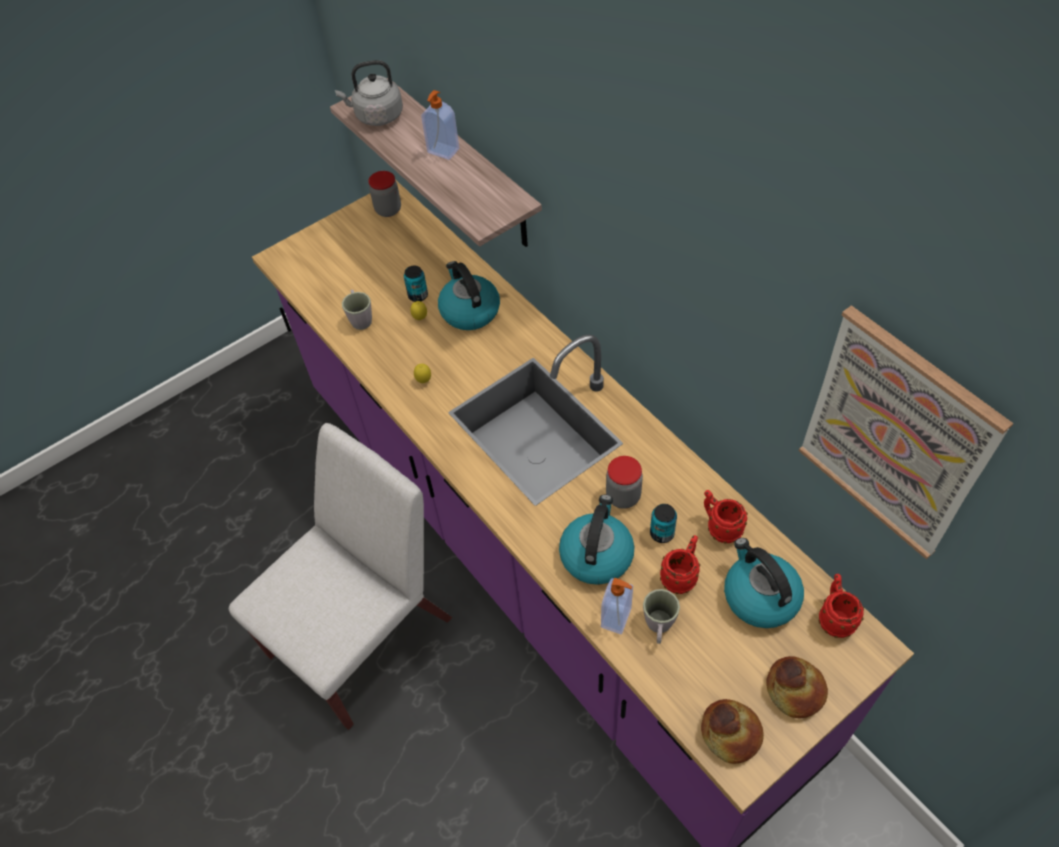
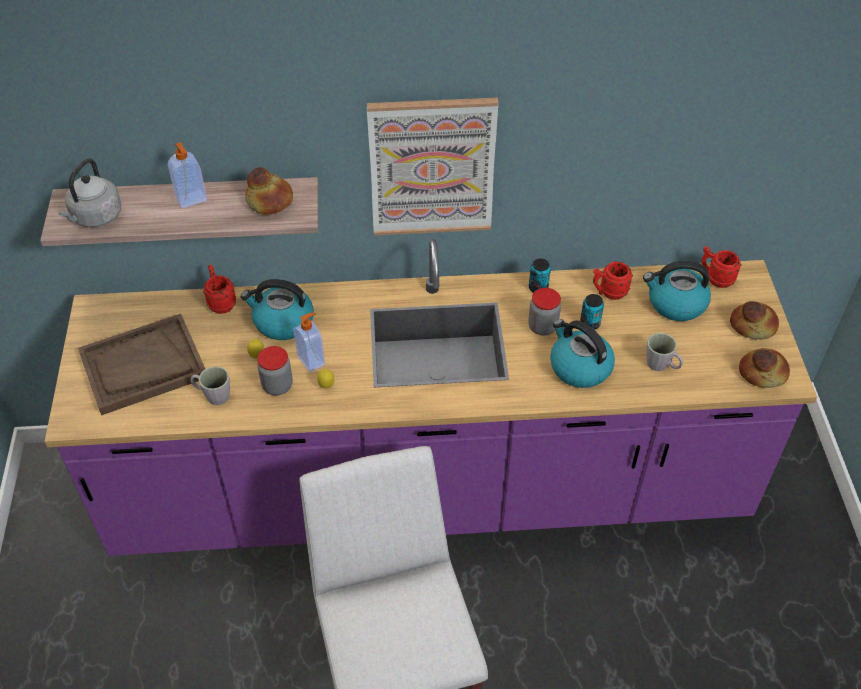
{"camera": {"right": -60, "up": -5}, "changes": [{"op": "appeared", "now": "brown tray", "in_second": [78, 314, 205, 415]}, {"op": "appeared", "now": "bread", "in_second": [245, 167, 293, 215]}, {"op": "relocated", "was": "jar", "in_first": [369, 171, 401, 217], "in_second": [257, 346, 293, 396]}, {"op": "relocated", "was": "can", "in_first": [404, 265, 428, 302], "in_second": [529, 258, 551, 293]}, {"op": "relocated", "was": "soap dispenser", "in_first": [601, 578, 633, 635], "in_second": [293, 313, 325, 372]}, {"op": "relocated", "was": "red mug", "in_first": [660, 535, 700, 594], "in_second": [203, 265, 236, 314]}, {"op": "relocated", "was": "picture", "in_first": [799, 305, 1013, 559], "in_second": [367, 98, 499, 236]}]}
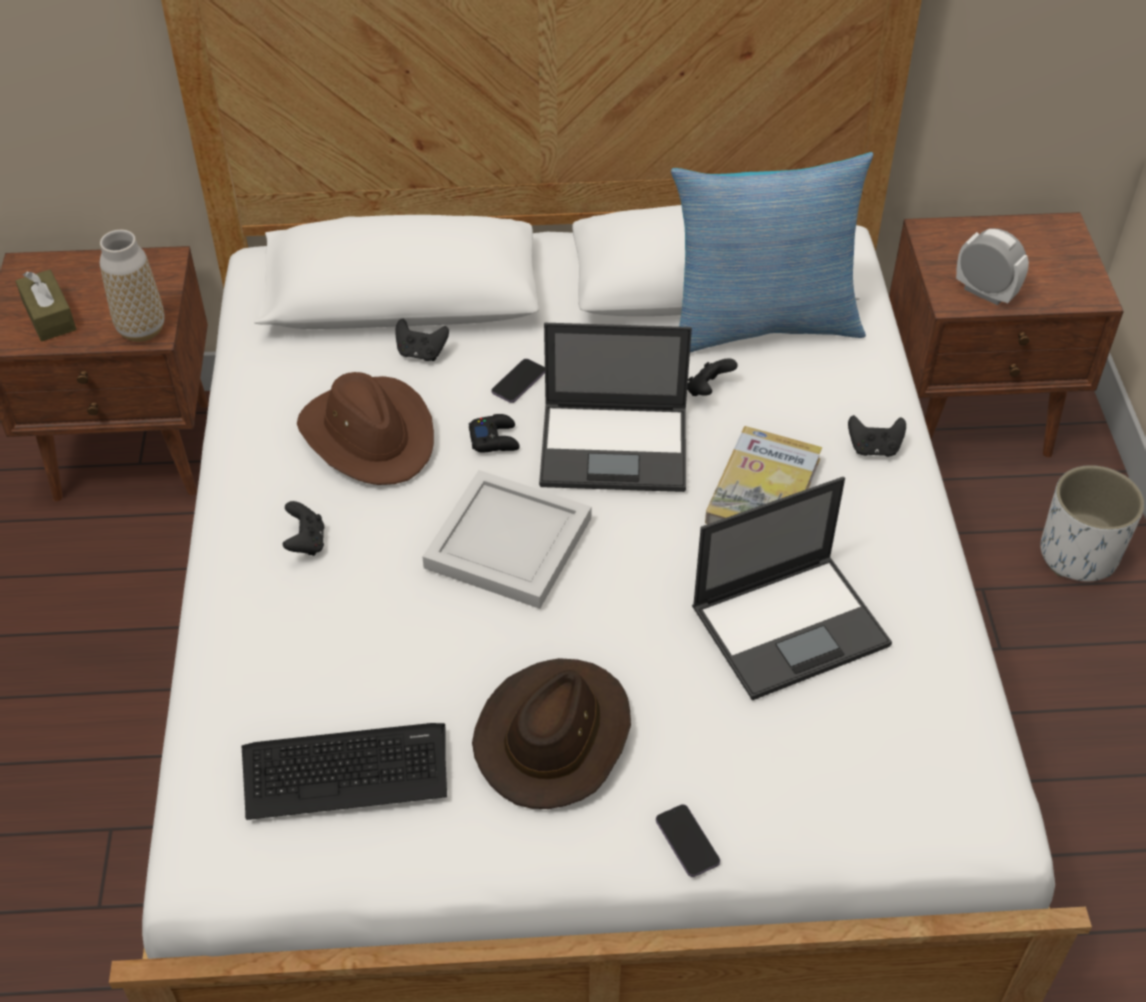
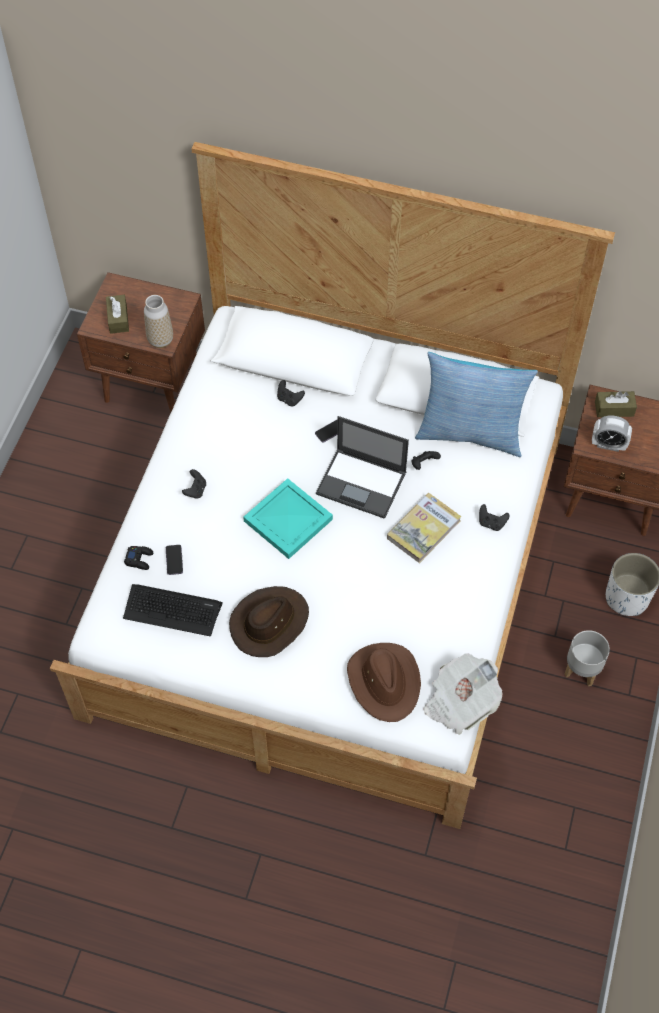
{"camera": {"right": 20, "up": 10}, "changes": [{"op": "missing", "was": "laptop", "in_first": [692, 477, 892, 701]}, {"op": "appeared", "now": "newspaper", "in_second": [423, 653, 503, 735]}, {"op": "appeared", "now": "grey planter", "in_second": [565, 630, 610, 687]}, {"op": "appeared", "now": "brown tissue box", "in_second": [595, 391, 637, 417]}, {"op": "relocated", "was": "brown hat", "in_first": [297, 372, 434, 485], "in_second": [347, 643, 421, 722]}, {"op": "relocated", "was": "black game controller", "in_first": [469, 414, 520, 452], "in_second": [124, 546, 153, 570]}, {"op": "relocated", "was": "phone", "in_first": [656, 804, 720, 877], "in_second": [166, 545, 183, 575]}, {"op": "colour", "was": "white tray", "now": "turquoise tray", "in_first": [422, 470, 591, 609], "in_second": [243, 478, 333, 559]}, {"op": "spun", "was": "alarm clock", "in_first": [956, 228, 1029, 305], "in_second": [592, 415, 632, 452], "clockwise": 135}]}
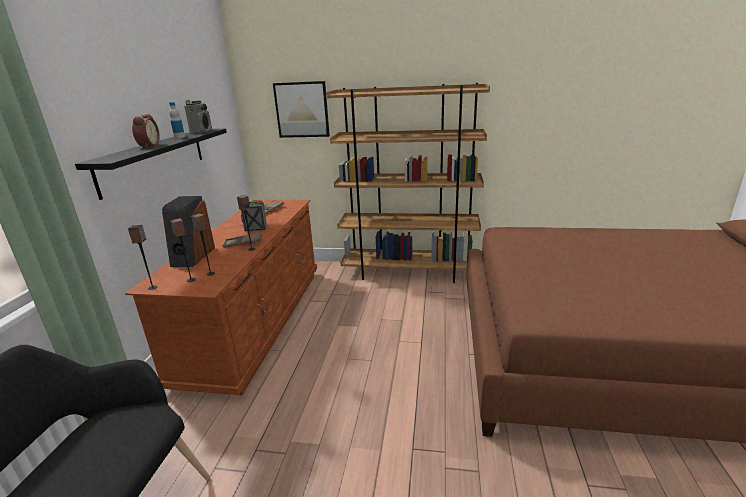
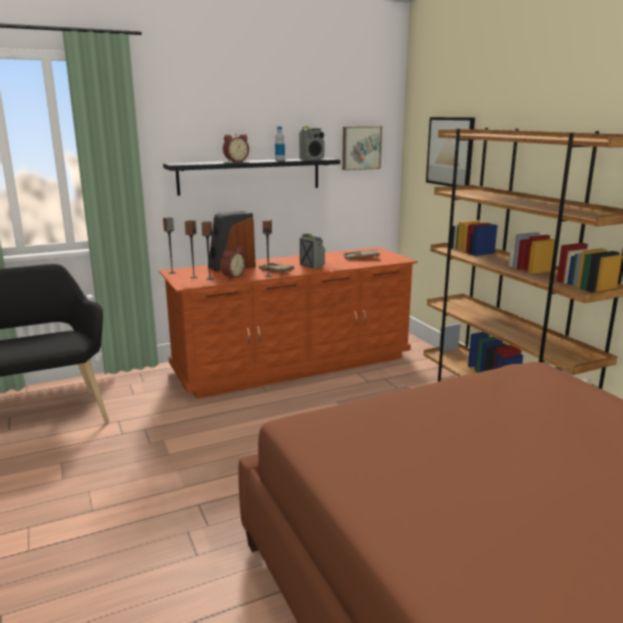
{"camera": {"right": 55, "up": -5}, "changes": [{"op": "appeared", "now": "alarm clock", "in_second": [220, 247, 246, 279]}, {"op": "appeared", "now": "picture", "in_second": [342, 126, 382, 170]}]}
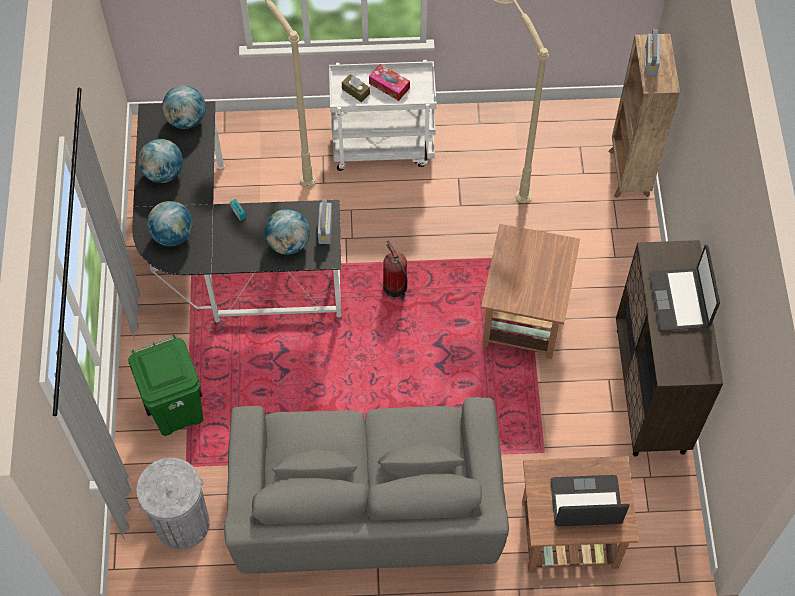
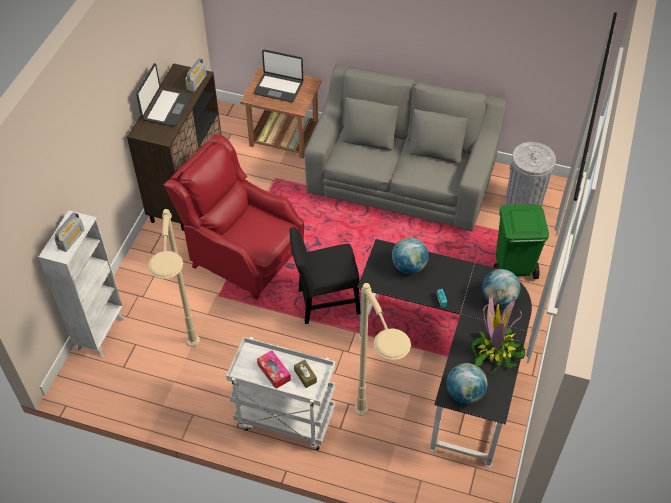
{"camera": {"right": -160, "up": -10}, "changes": [{"op": "relocated", "was": "radio", "in_first": [318, 199, 332, 244], "in_second": [185, 58, 206, 92]}, {"op": "exchanged", "was": "globe", "now": "potted plant", "in_first": [138, 139, 183, 183], "in_second": [471, 294, 525, 374]}, {"op": "exchanged", "was": "fire extinguisher", "now": "black chair", "in_first": [383, 240, 407, 299], "in_second": [289, 227, 360, 324]}, {"op": "exchanged", "was": "brown side table", "now": "red armchair", "in_first": [481, 224, 580, 359], "in_second": [163, 134, 304, 300]}, {"op": "colour", "was": "brown bookcase", "now": "white bookcase", "in_first": [608, 34, 680, 198], "in_second": [39, 210, 124, 357]}]}
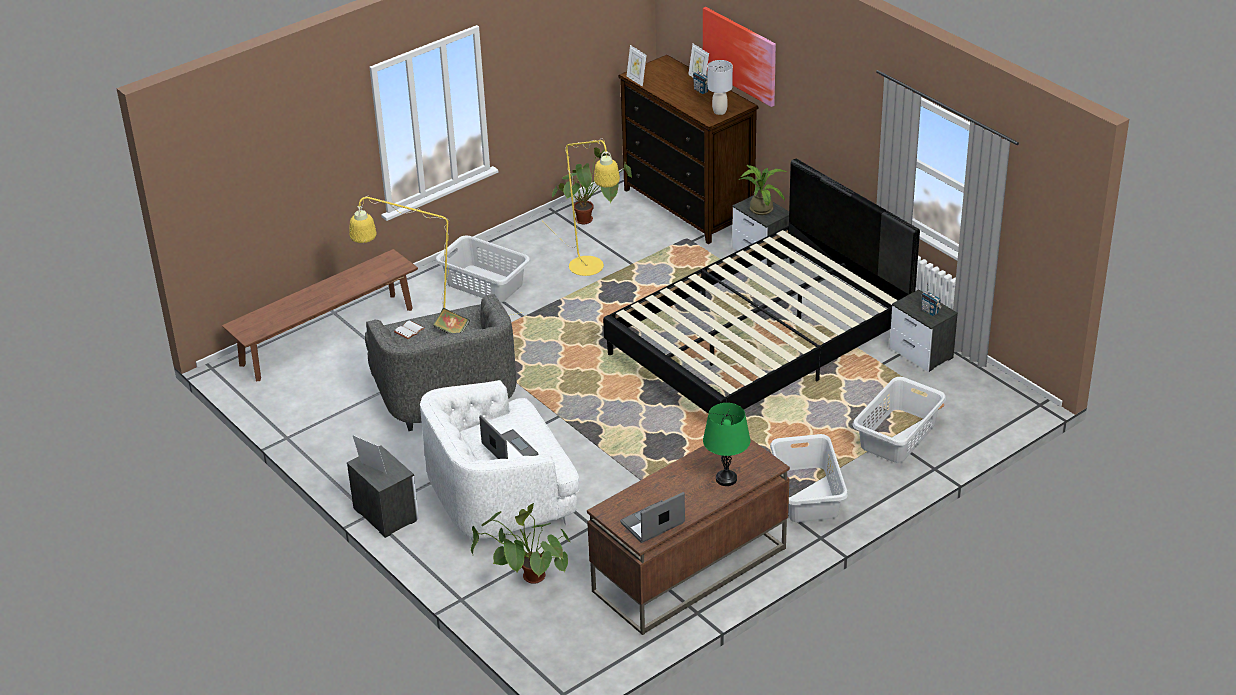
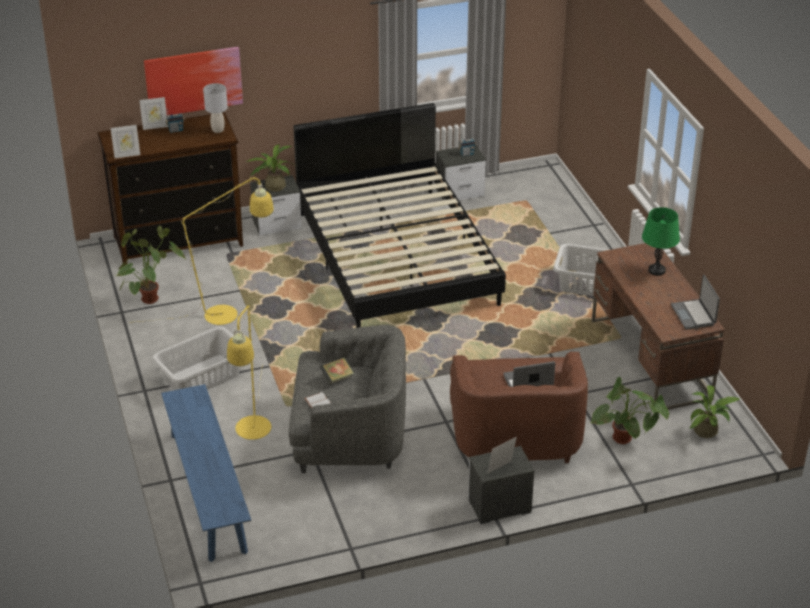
{"camera": {"right": -70, "up": 0}, "changes": [{"op": "missing", "was": "grey laundry basket", "in_first": [853, 377, 946, 463]}, {"op": "appeared", "now": "potted plant", "in_second": [689, 385, 741, 438]}, {"op": "colour", "was": "brown bench", "now": "blue bench", "in_first": [222, 249, 418, 381], "in_second": [161, 384, 251, 562]}, {"op": "colour", "was": "white armchair", "now": "brown armchair", "in_first": [420, 380, 579, 546], "in_second": [450, 351, 588, 463]}]}
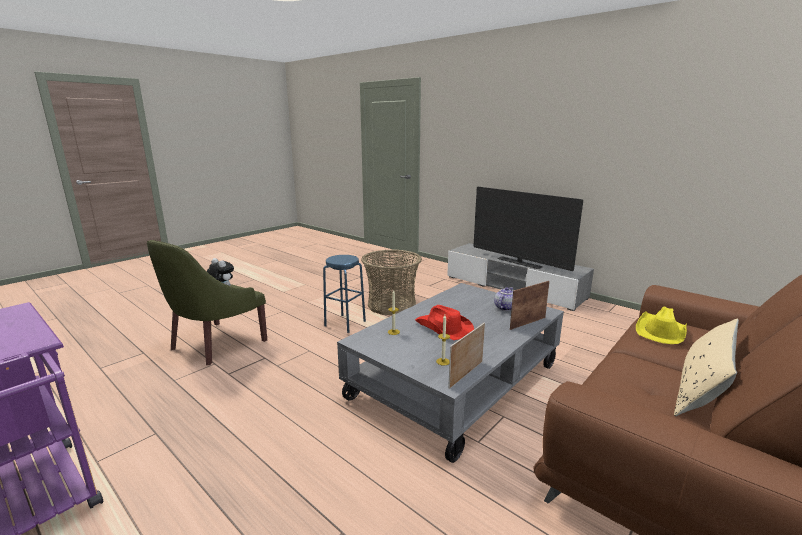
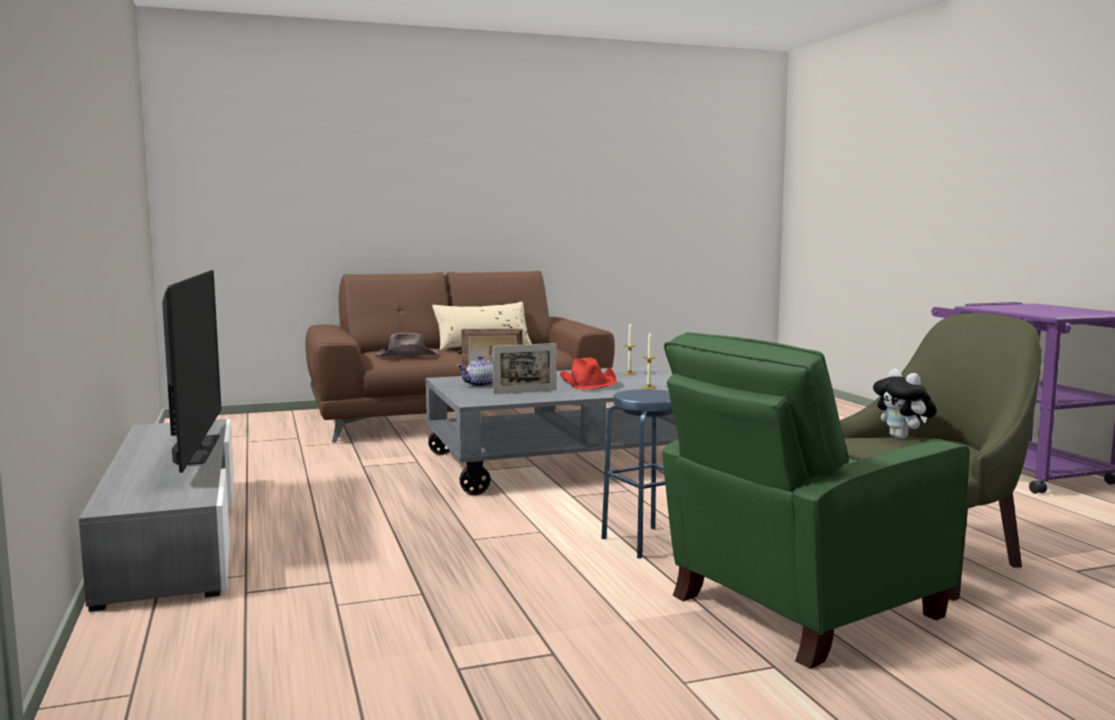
{"camera": {"right": -150, "up": -10}, "changes": [{"op": "missing", "was": "basket", "in_first": [361, 250, 422, 315]}, {"op": "appeared", "now": "green armchair", "in_second": [662, 332, 970, 669]}, {"op": "relocated", "was": "picture frame", "in_first": [448, 323, 485, 389], "in_second": [493, 343, 556, 394]}, {"op": "colour", "was": "yellow hat", "now": "brown hat", "in_first": [636, 307, 687, 344], "in_second": [373, 333, 439, 357]}]}
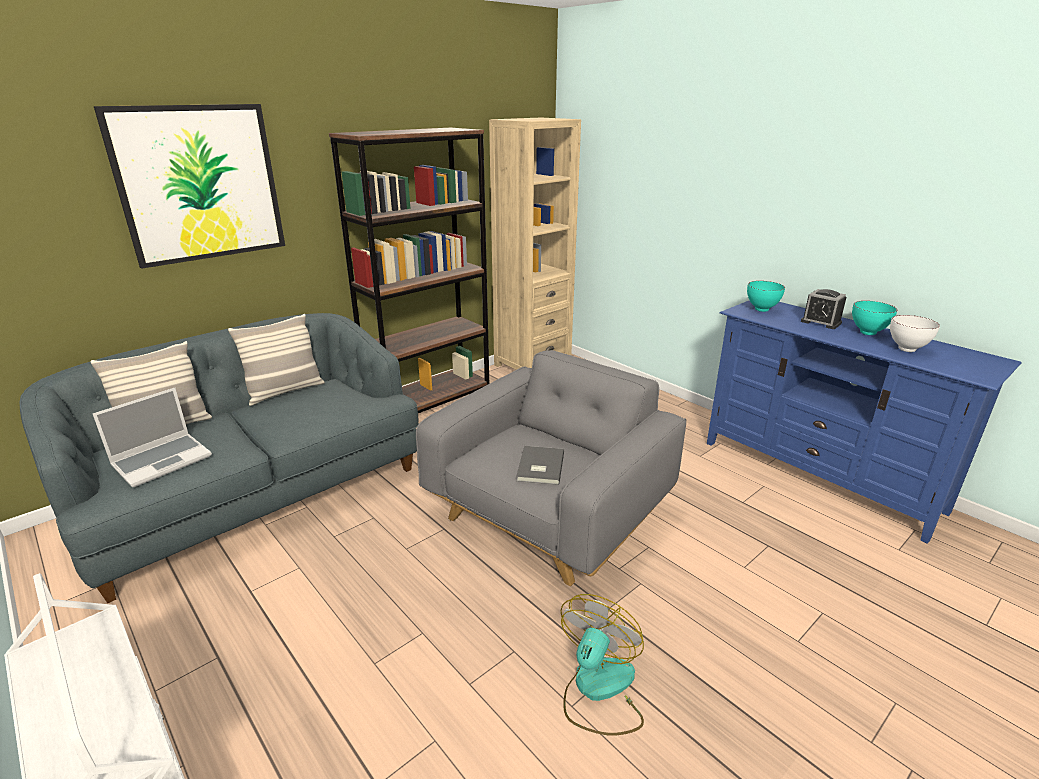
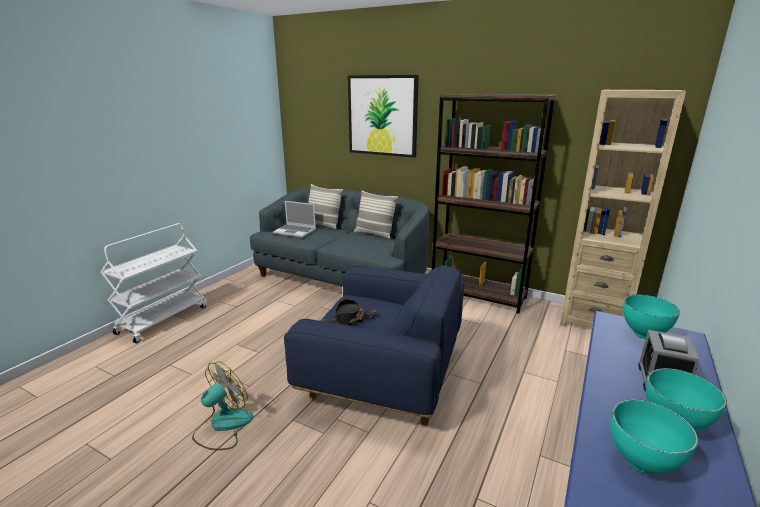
{"camera": {"right": 70, "up": -5}, "changes": [{"op": "exchanged", "was": "grey book", "now": "black hat", "in_first": [516, 446, 564, 485], "in_second": [322, 299, 377, 325]}, {"op": "colour", "was": "grey armchair", "now": "blue armchair", "in_first": [416, 350, 686, 586], "in_second": [284, 265, 464, 426]}, {"op": "colour", "was": "white bowl", "now": "turquoise bowl", "in_first": [890, 315, 940, 352], "in_second": [610, 399, 698, 474]}, {"op": "spun", "was": "fan", "in_first": [560, 594, 644, 736], "in_second": [192, 361, 253, 450], "clockwise": -60}]}
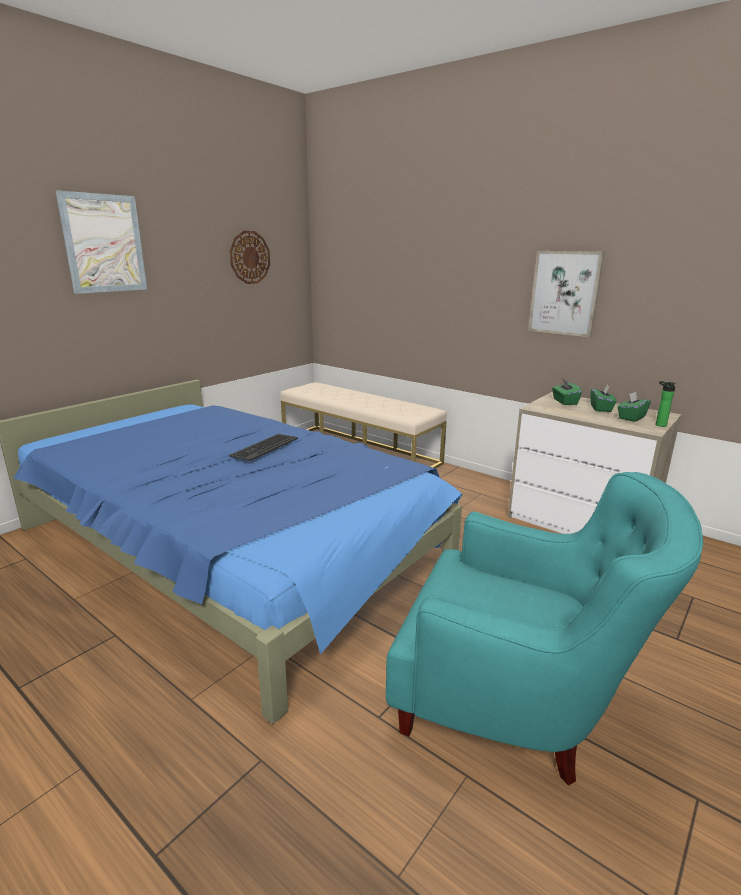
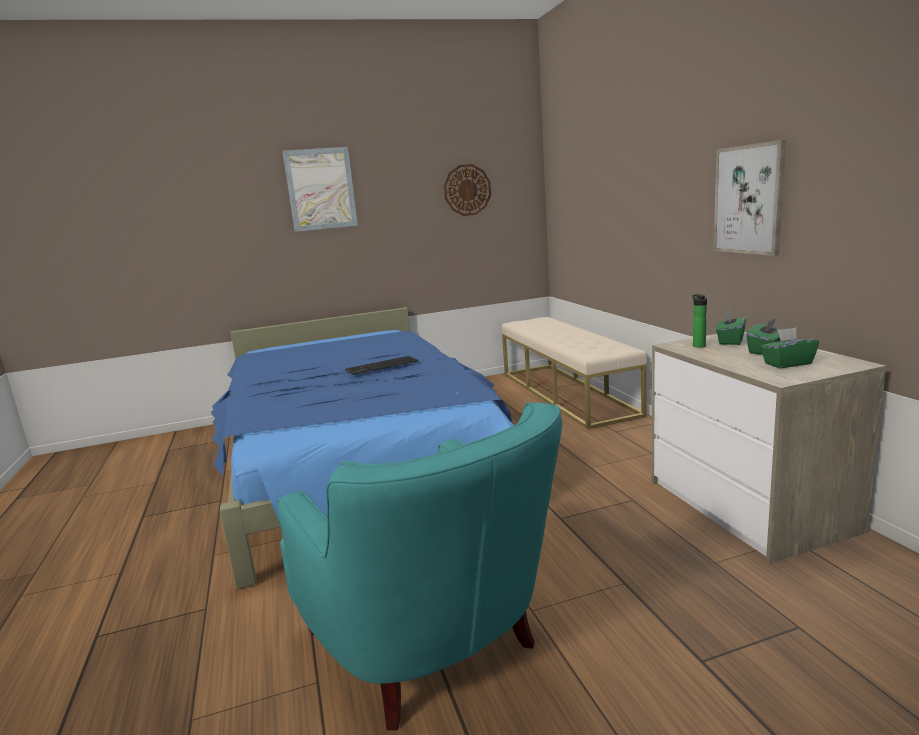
{"camera": {"right": 35, "up": -5}, "changes": [{"op": "relocated", "was": "bottle", "in_first": [655, 381, 676, 427], "in_second": [692, 294, 707, 348]}]}
